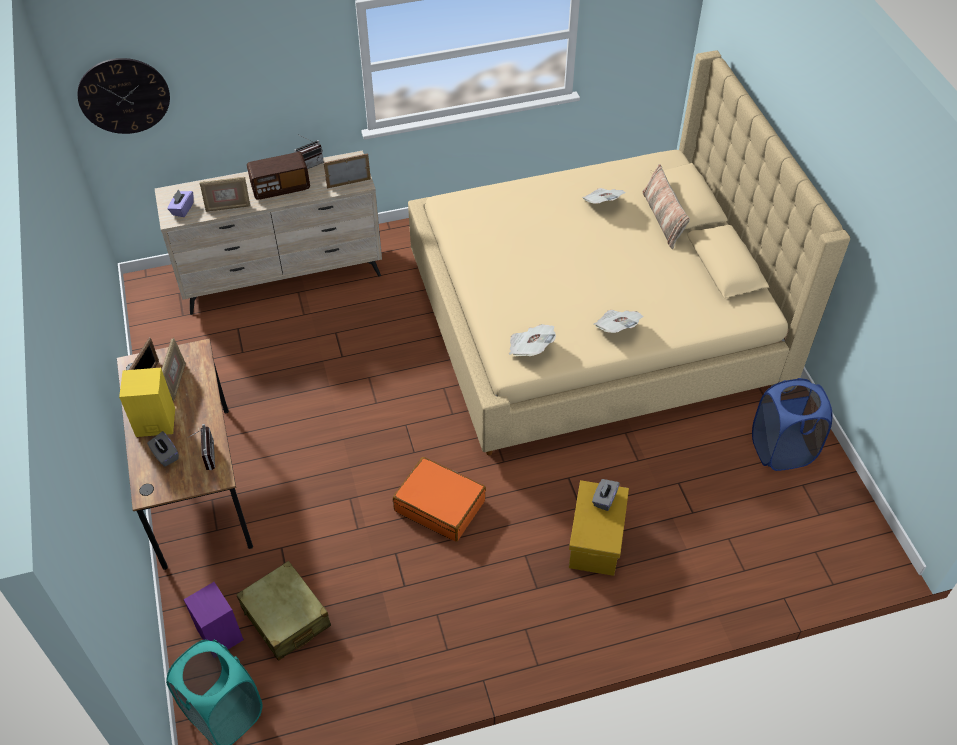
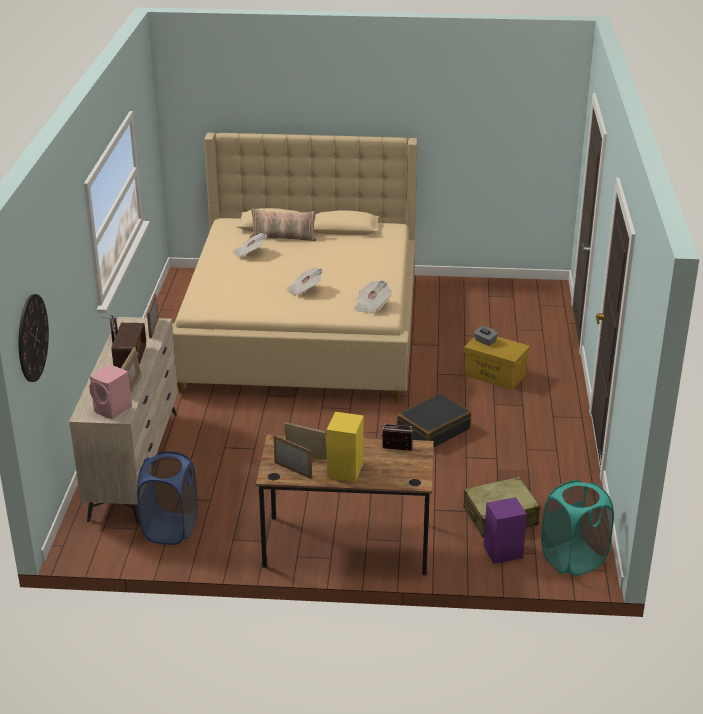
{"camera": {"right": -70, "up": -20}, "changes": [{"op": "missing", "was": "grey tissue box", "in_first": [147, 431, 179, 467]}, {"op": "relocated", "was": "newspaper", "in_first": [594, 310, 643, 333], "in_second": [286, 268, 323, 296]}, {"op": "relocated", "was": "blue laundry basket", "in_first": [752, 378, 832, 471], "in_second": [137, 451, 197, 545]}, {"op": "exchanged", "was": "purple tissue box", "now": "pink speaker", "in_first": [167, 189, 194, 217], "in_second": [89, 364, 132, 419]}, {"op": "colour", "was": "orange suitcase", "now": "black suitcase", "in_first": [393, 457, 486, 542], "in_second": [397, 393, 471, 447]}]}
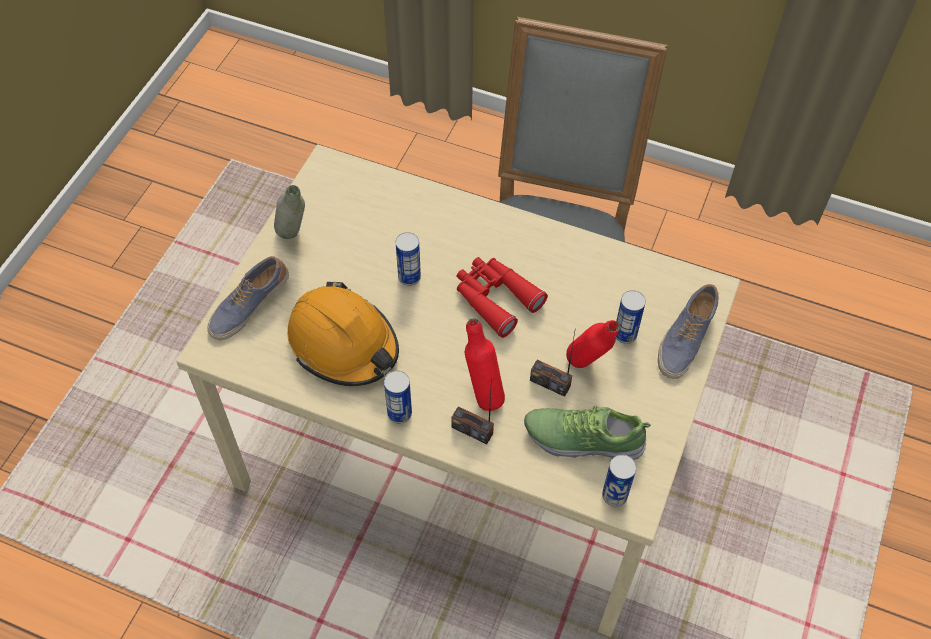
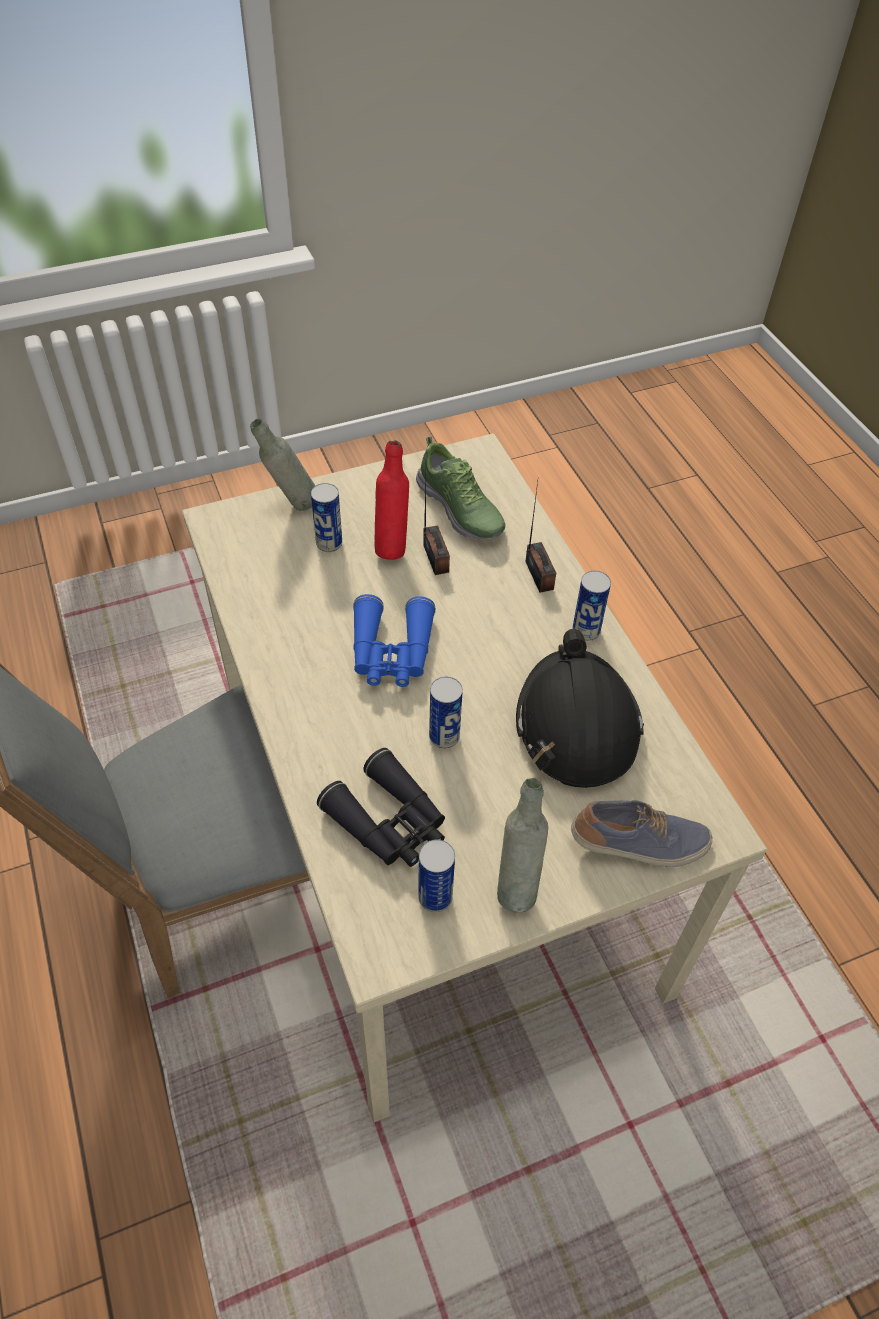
{"camera": {"right": -135, "up": -5}, "changes": [{"op": "missing", "was": "red bottle", "in_first": [465, 319, 505, 411]}, {"op": "appeared", "now": "black binoculars", "in_second": [317, 748, 445, 867]}, {"op": "relocated", "was": "can", "in_first": [602, 454, 637, 507], "in_second": [418, 839, 455, 912]}, {"op": "exchanged", "was": "shoe", "now": "grey bottle", "in_first": [658, 284, 719, 379], "in_second": [250, 419, 315, 511]}, {"op": "colour", "was": "orange hard hat", "now": "black hard hat", "in_first": [287, 282, 399, 386], "in_second": [516, 629, 644, 788]}, {"op": "colour", "was": "red binoculars", "now": "blue binoculars", "in_first": [457, 257, 548, 338], "in_second": [353, 594, 436, 687]}]}
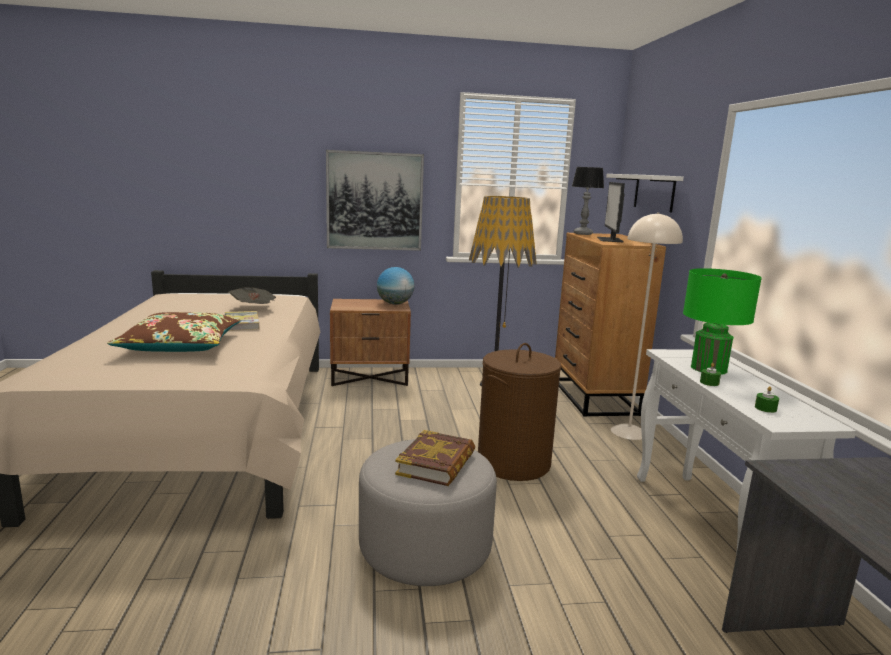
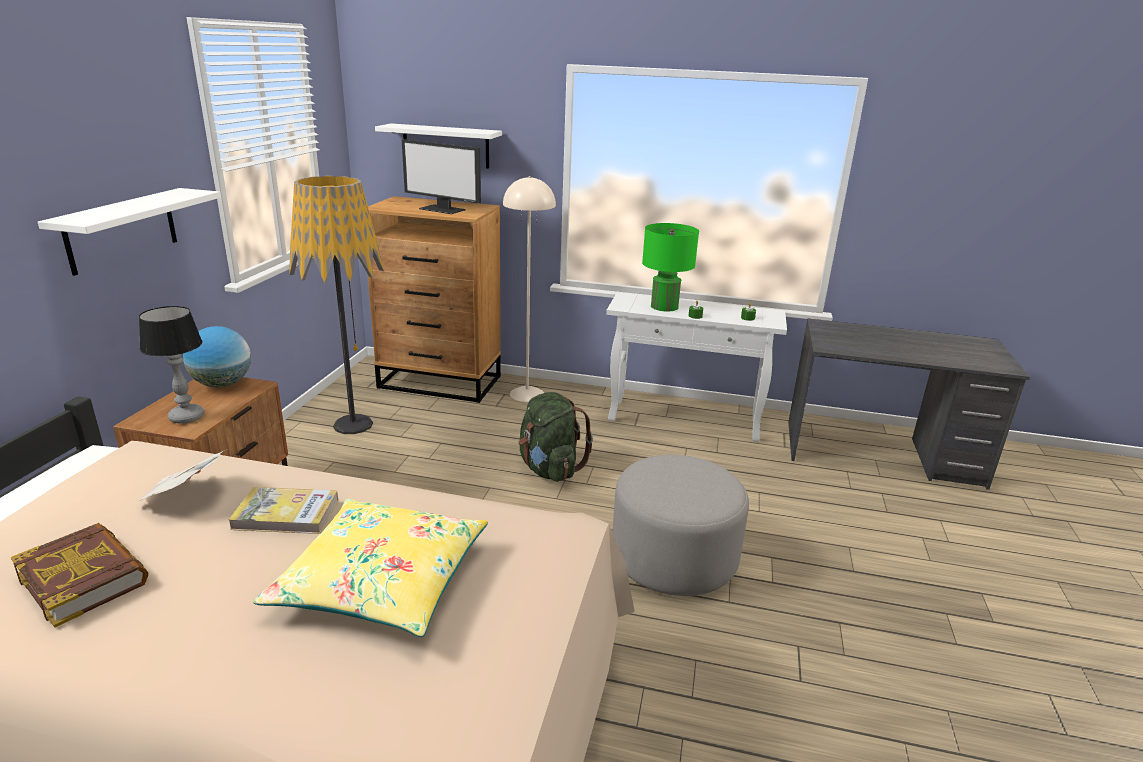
{"camera": {"right": -70, "up": 10}, "changes": [{"op": "relocated", "was": "book", "in_first": [395, 430, 475, 486], "in_second": [11, 523, 148, 628]}, {"op": "relocated", "was": "table lamp", "in_first": [572, 167, 604, 235], "in_second": [139, 306, 204, 424]}, {"op": "exchanged", "was": "picture", "now": "white shelf", "in_first": [326, 150, 424, 251], "in_second": [38, 188, 221, 276]}, {"op": "exchanged", "was": "brown laundry basket", "now": "green backpack", "in_first": [478, 343, 562, 481], "in_second": [518, 392, 593, 482]}, {"op": "colour", "was": "brown pillow", "now": "yellow pillow", "in_first": [107, 312, 241, 352], "in_second": [253, 499, 488, 637]}]}
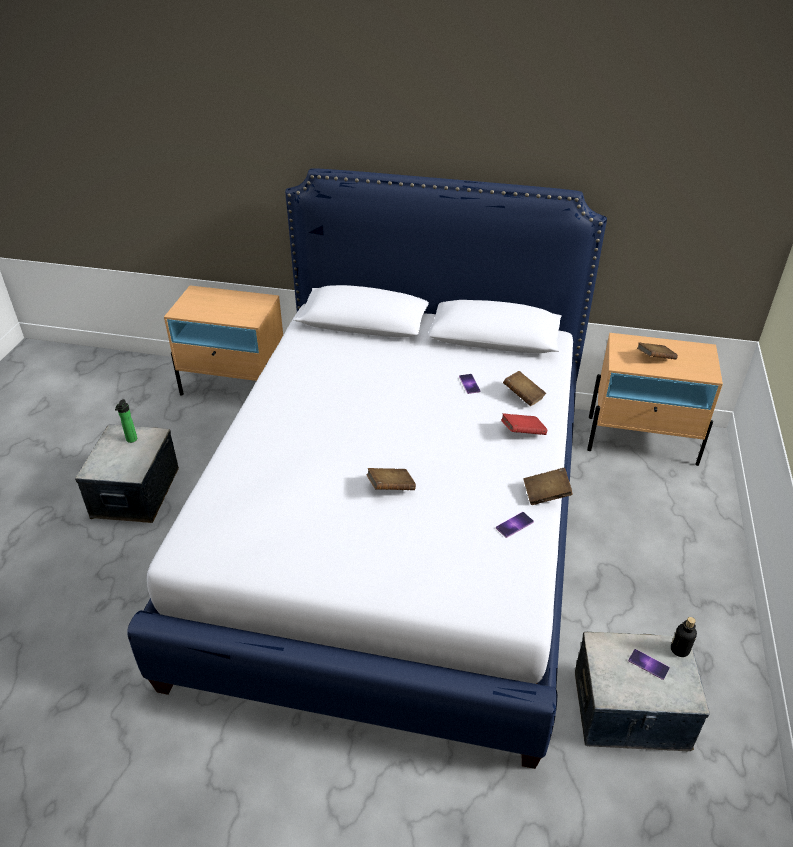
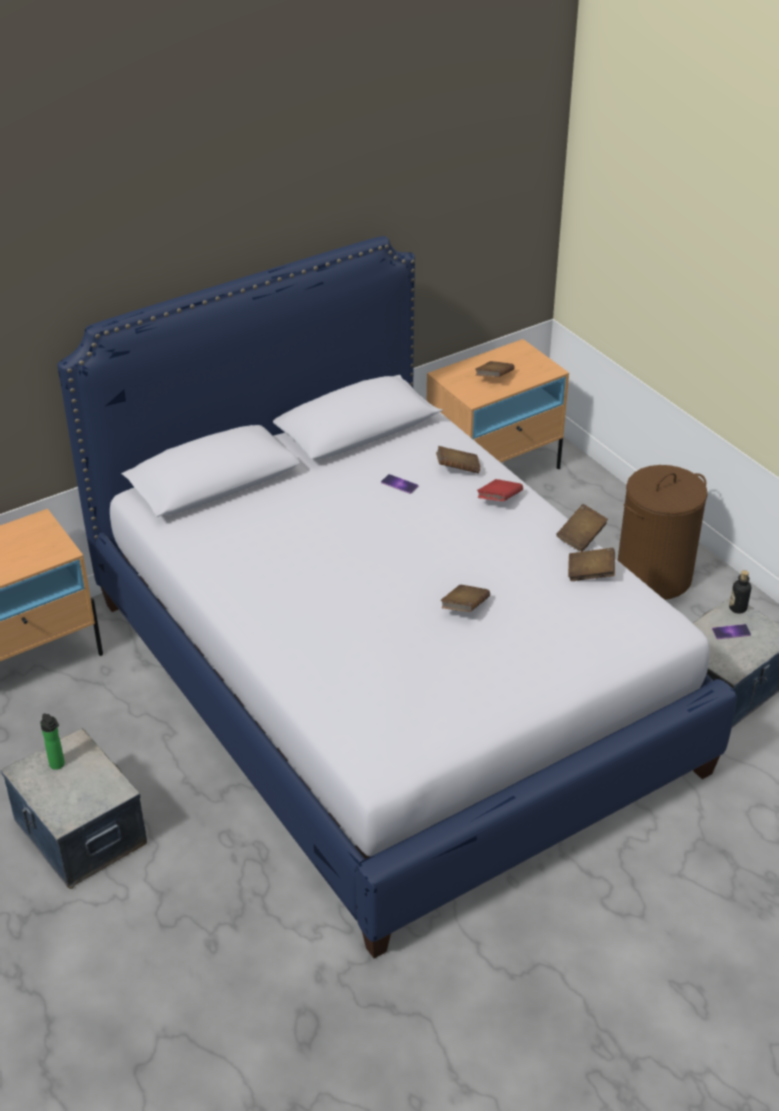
{"camera": {"right": -45, "up": 0}, "changes": [{"op": "appeared", "now": "brown laundry basket", "in_second": [618, 465, 708, 600]}, {"op": "exchanged", "was": "phone", "now": "brown book", "in_first": [496, 512, 534, 538], "in_second": [568, 548, 615, 581]}]}
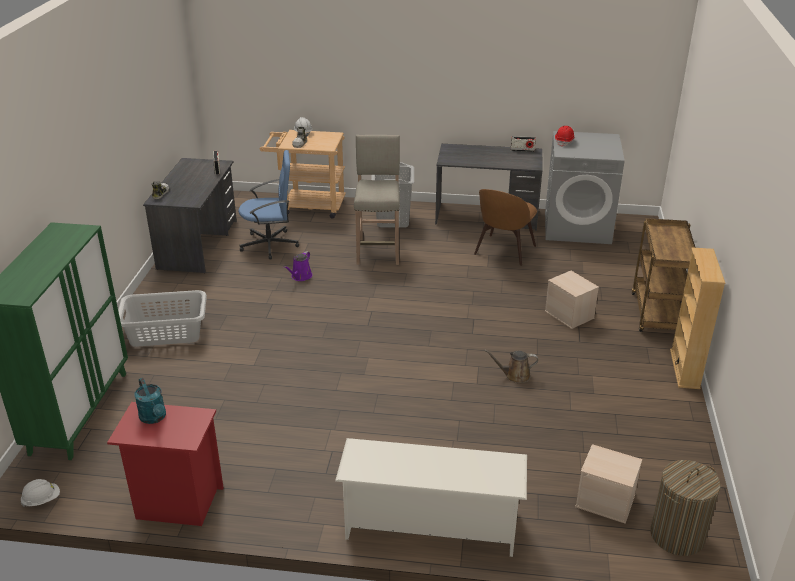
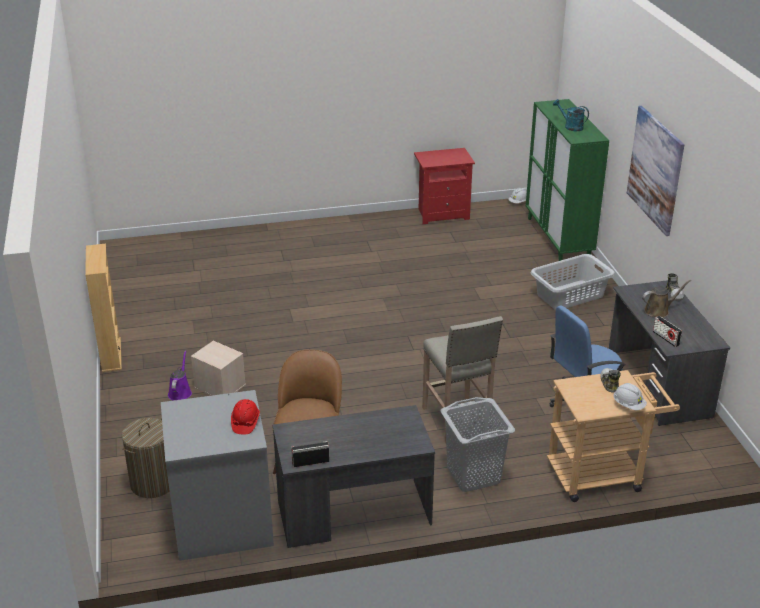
{"camera": {"right": 160, "up": 0}, "changes": [{"op": "missing", "was": "white shoe rack", "in_first": [335, 438, 527, 557]}, {"op": "missing", "was": "beige storage box", "in_first": [575, 444, 642, 524]}, {"op": "missing", "was": "brown cart", "in_first": [632, 218, 696, 332]}, {"op": "appeared", "now": "picture", "in_second": [627, 106, 684, 236]}, {"op": "relocated", "was": "turquoise watering can", "in_first": [134, 378, 166, 424], "in_second": [553, 99, 589, 131]}, {"op": "relocated", "was": "purple watering can", "in_first": [284, 251, 313, 281], "in_second": [168, 351, 192, 401]}, {"op": "relocated", "was": "brown watering can", "in_first": [484, 349, 538, 383], "in_second": [642, 280, 691, 318]}, {"op": "relocated", "was": "laundry basket", "in_first": [650, 460, 721, 556], "in_second": [122, 418, 169, 498]}]}
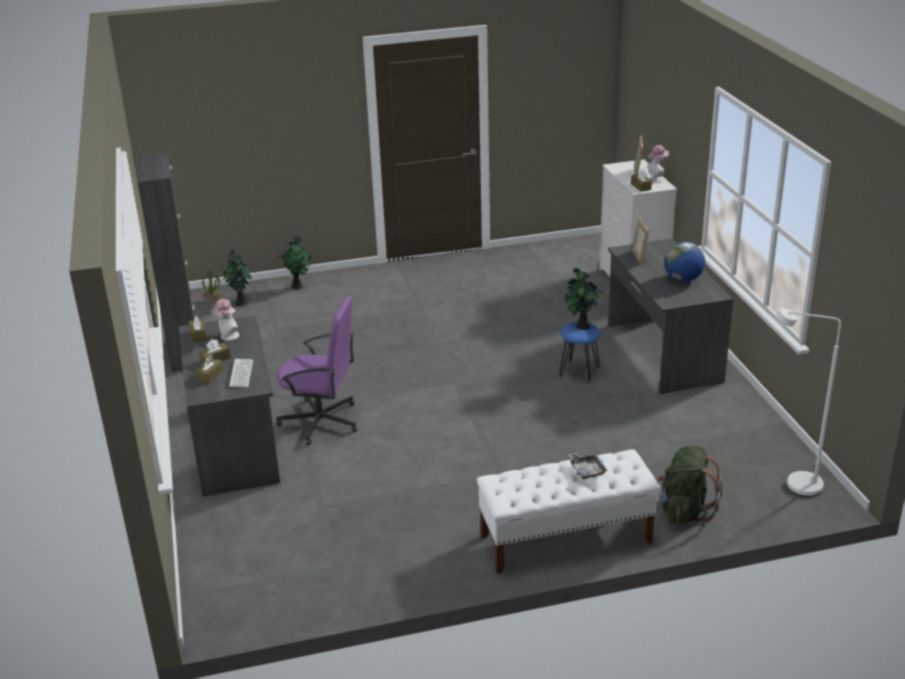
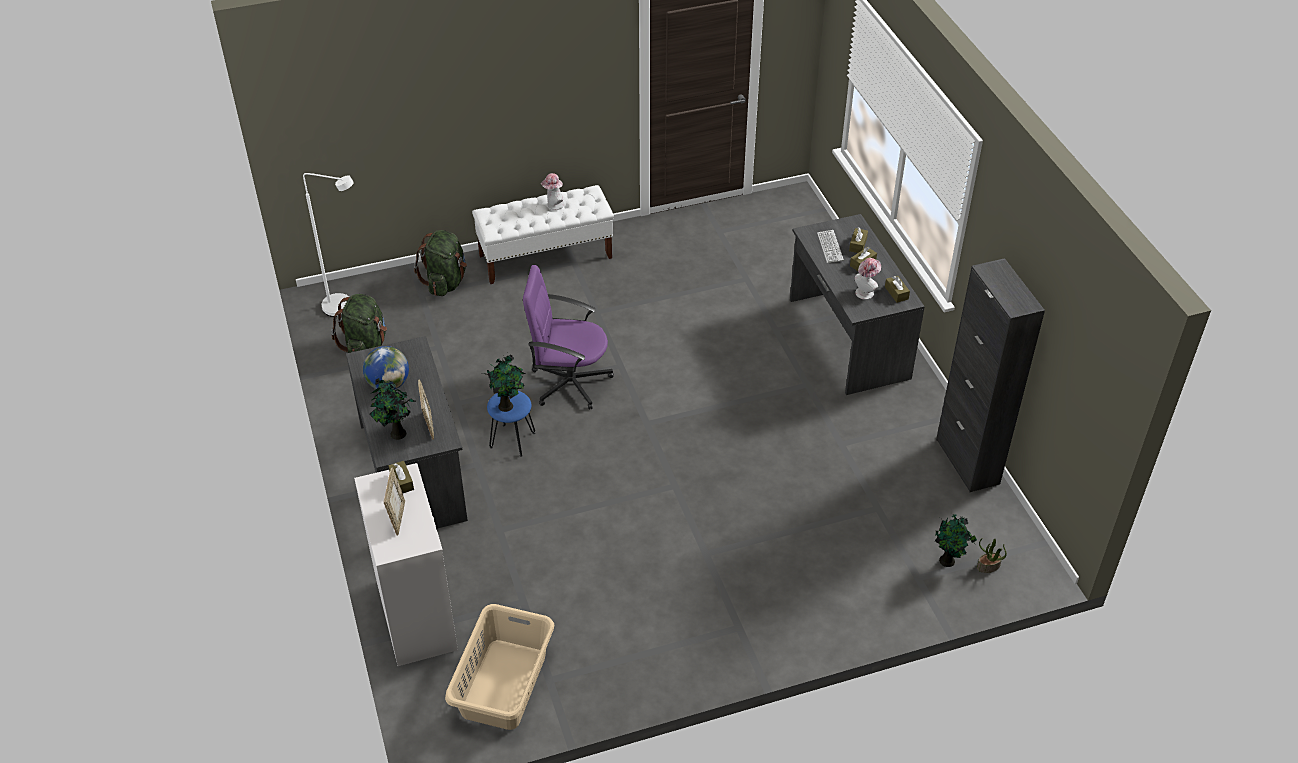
{"camera": {"right": 175, "up": 15}, "changes": [{"op": "missing", "was": "grey tray", "in_first": [568, 453, 608, 480]}, {"op": "appeared", "now": "green backpack", "in_second": [331, 294, 387, 353]}, {"op": "appeared", "now": "beige laundry basket", "in_second": [445, 604, 554, 730]}, {"op": "relocated", "was": "purple office chair", "in_first": [276, 296, 358, 445], "in_second": [523, 265, 614, 409]}, {"op": "relocated", "was": "potted plant", "in_first": [278, 237, 312, 290], "in_second": [369, 378, 416, 440]}, {"op": "relocated", "was": "hat", "in_first": [647, 145, 669, 183], "in_second": [541, 173, 564, 210]}]}
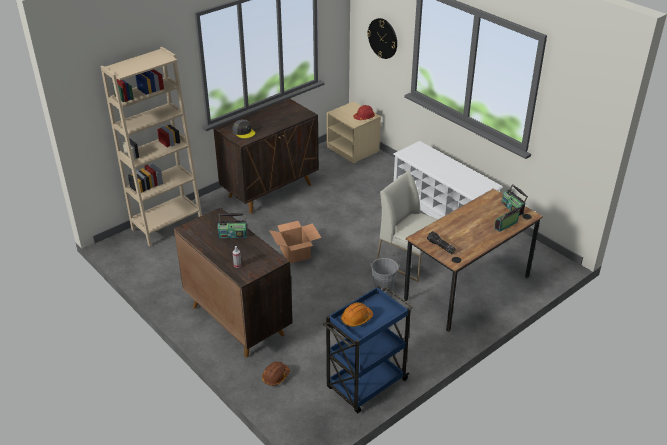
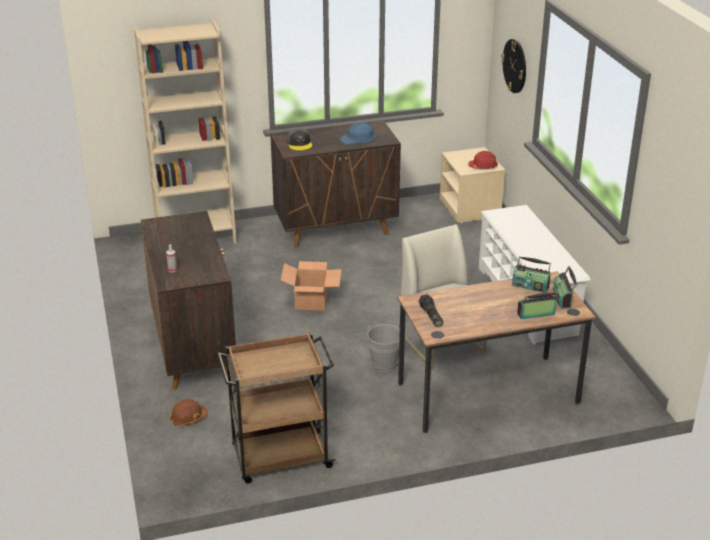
{"camera": {"right": 25, "up": -5}, "changes": [{"op": "missing", "was": "orange hard hat", "in_first": [341, 302, 373, 327]}, {"op": "appeared", "now": "blue hard hat", "in_second": [339, 122, 375, 144]}, {"op": "relocated", "was": "radio", "in_first": [218, 213, 247, 238], "in_second": [512, 256, 551, 293]}, {"op": "colour", "was": "blue cart", "now": "brown cart", "in_first": [323, 286, 413, 413], "in_second": [217, 333, 336, 484]}]}
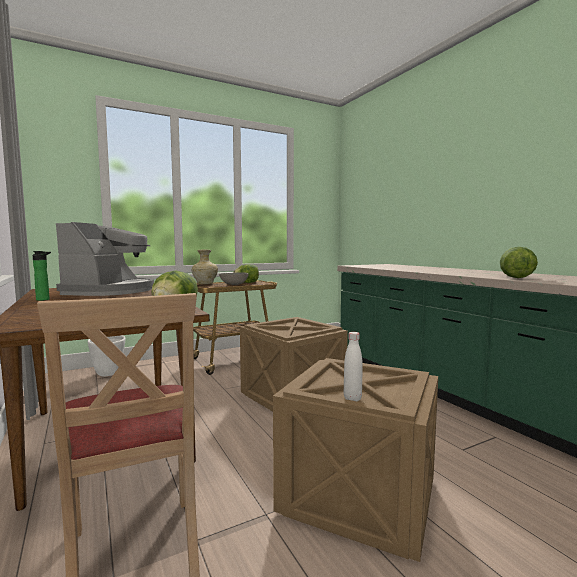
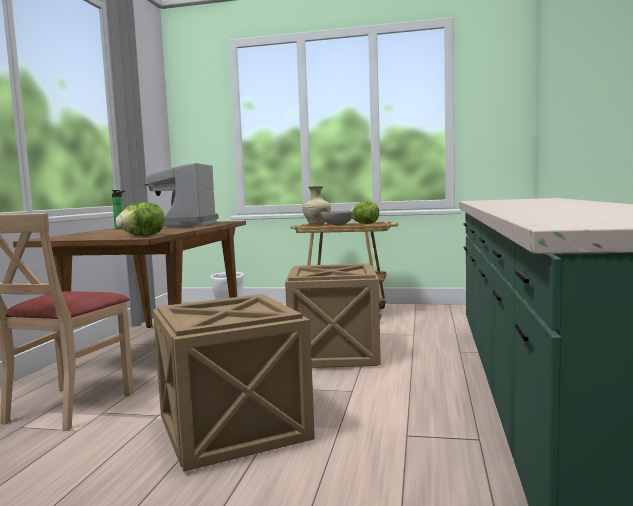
{"camera": {"right": 40, "up": 0}, "changes": [{"op": "missing", "was": "white bottle", "in_first": [344, 332, 363, 401]}, {"op": "missing", "was": "lettuce", "in_first": [500, 247, 538, 278]}, {"op": "spun", "was": "coffee machine", "in_first": [56, 222, 154, 296], "in_second": [144, 163, 219, 227], "clockwise": 135}]}
